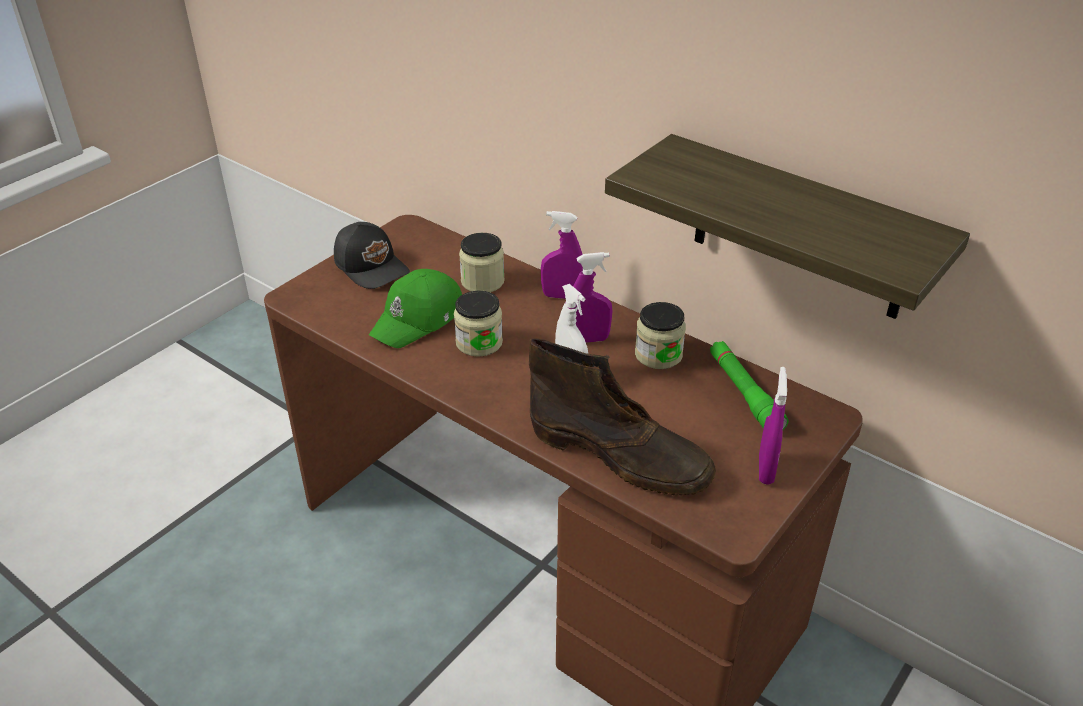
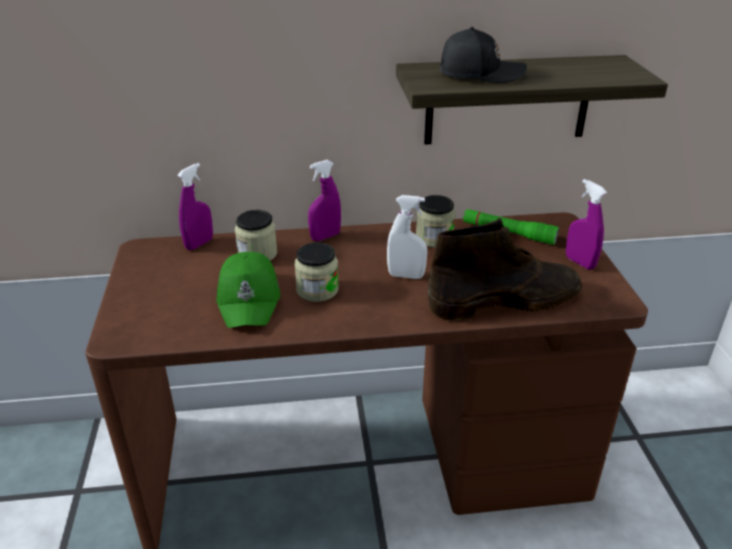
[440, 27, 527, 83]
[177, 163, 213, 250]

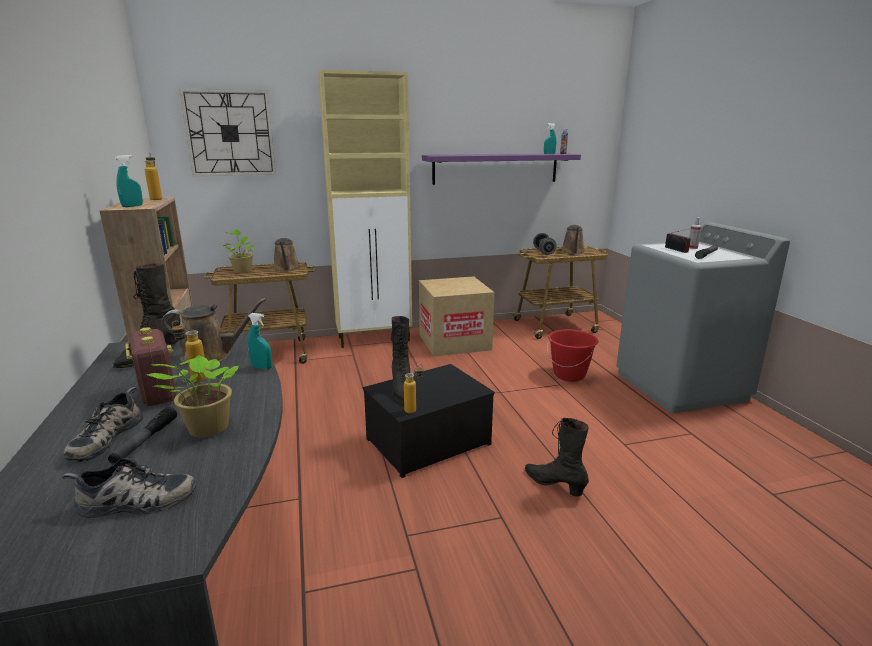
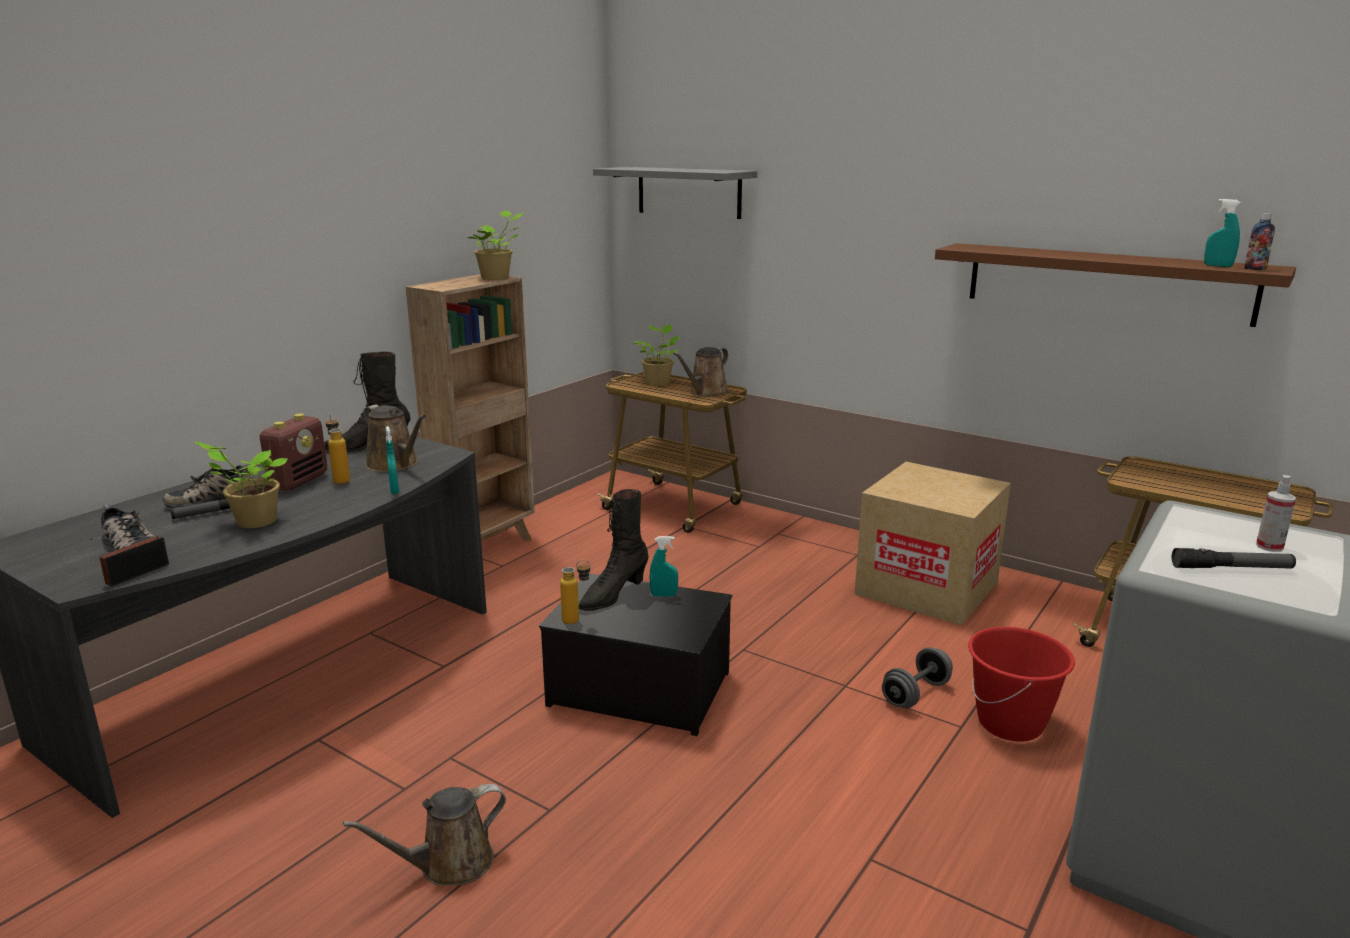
[318, 70, 412, 348] (first image)
[593, 167, 757, 219]
[467, 210, 523, 280]
[935, 243, 1296, 327]
[650, 536, 678, 597]
[343, 784, 506, 886]
[90, 536, 169, 586]
[882, 647, 953, 708]
[525, 418, 589, 497] (first image)

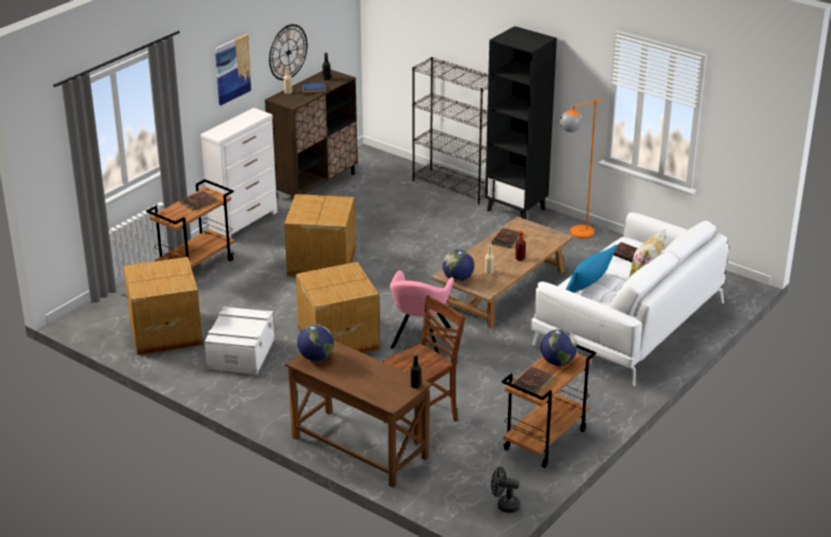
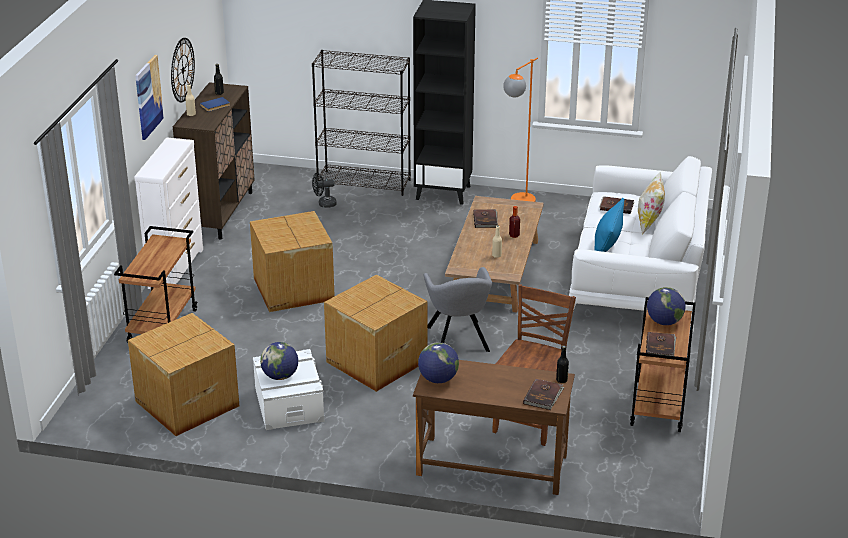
[523, 378, 564, 410]
[260, 342, 298, 380]
[424, 267, 492, 352]
[312, 173, 337, 208]

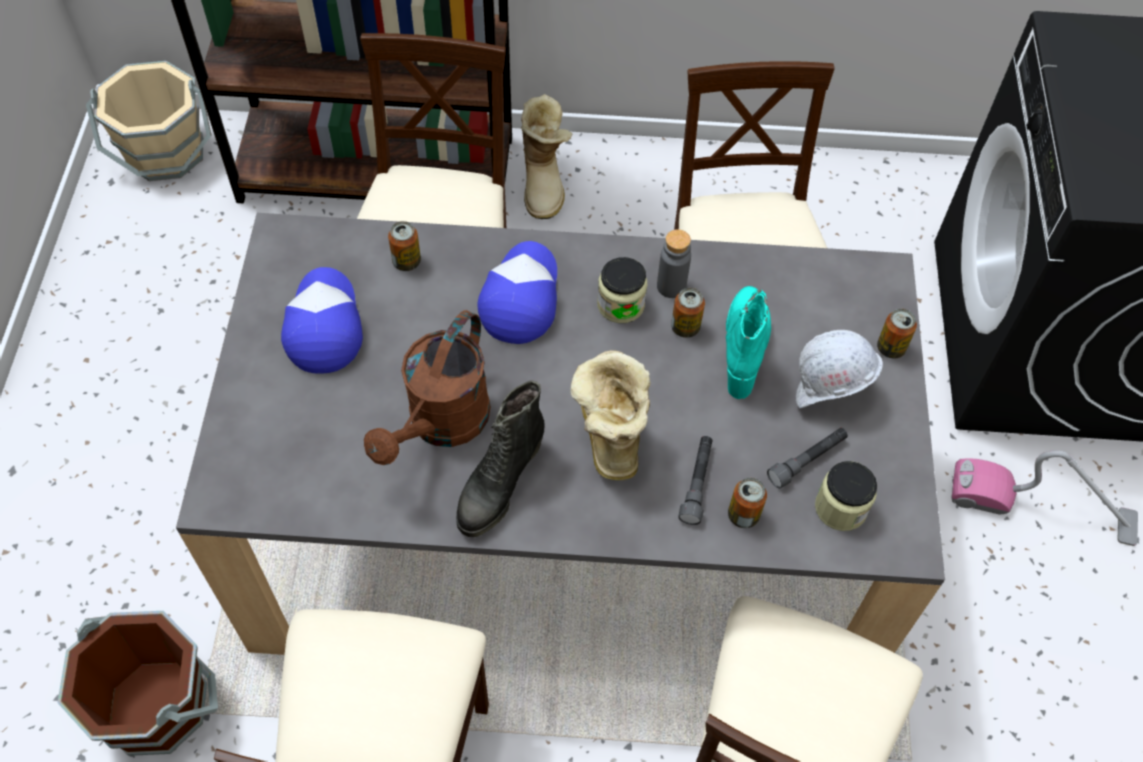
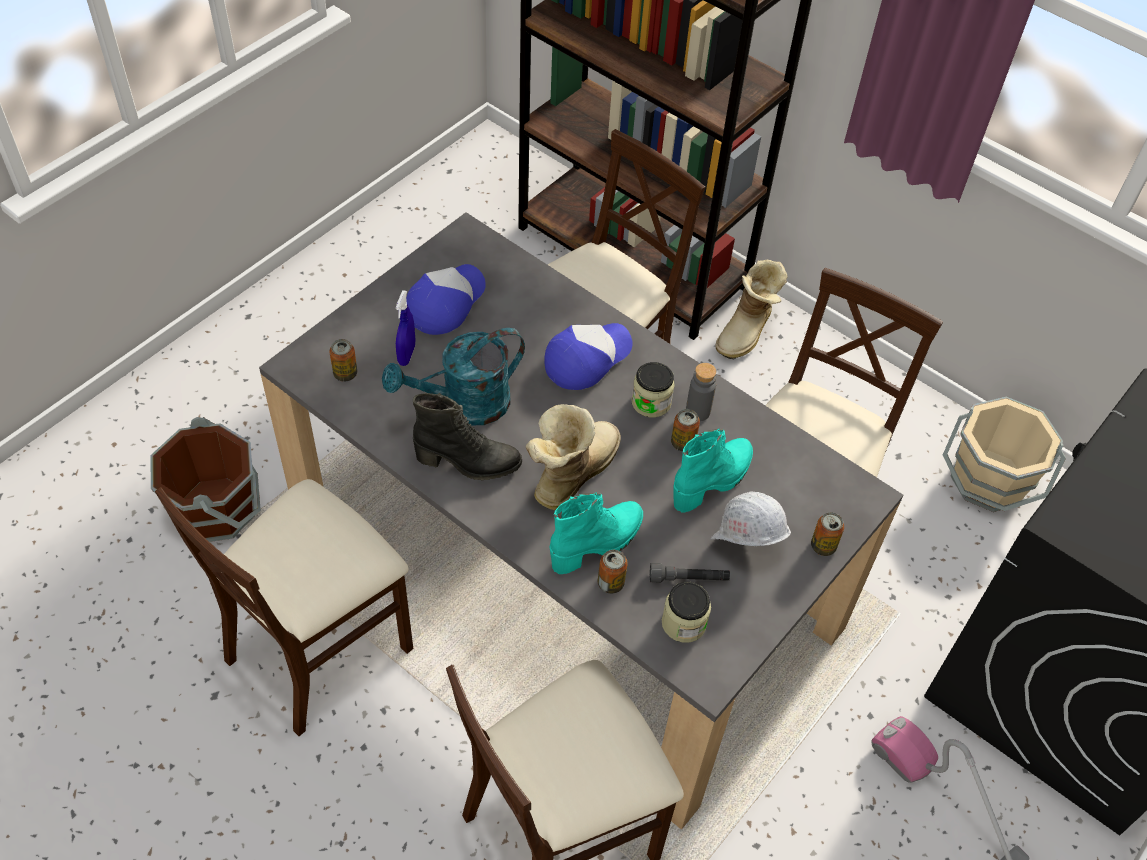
[943, 397, 1066, 512]
[329, 339, 357, 382]
[382, 328, 525, 426]
[413, 393, 522, 481]
[549, 492, 643, 574]
[396, 290, 415, 366]

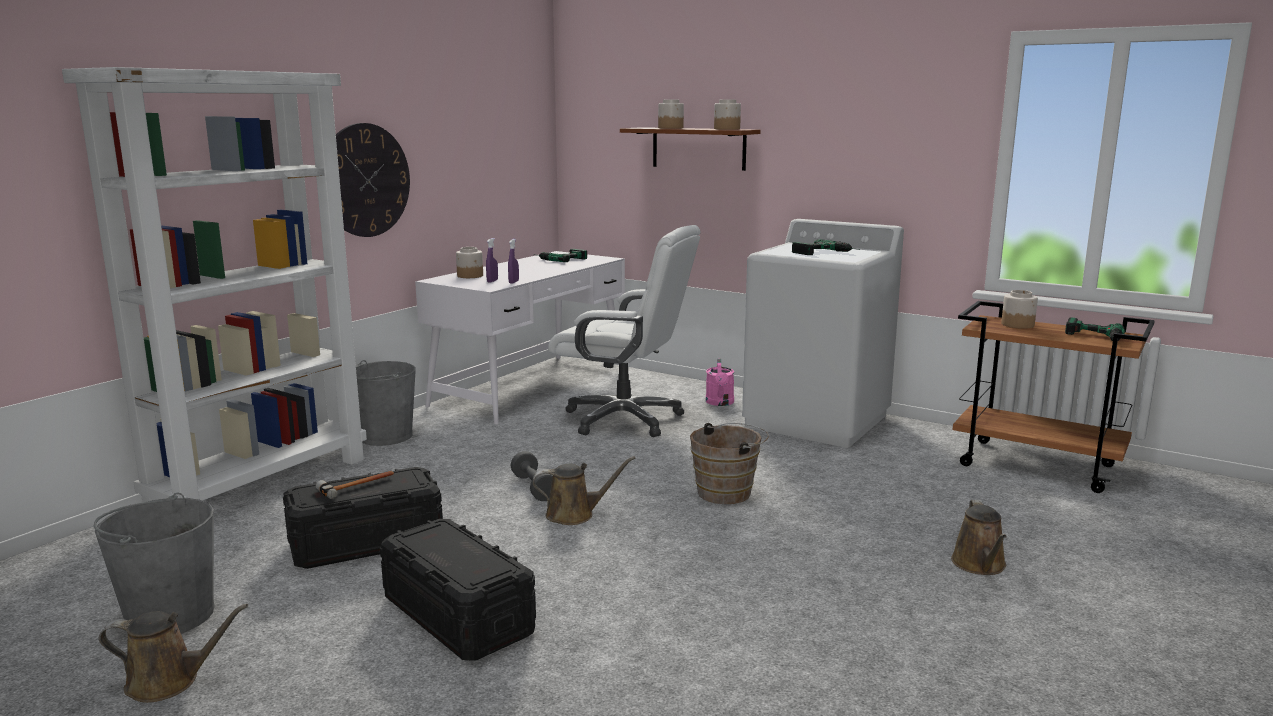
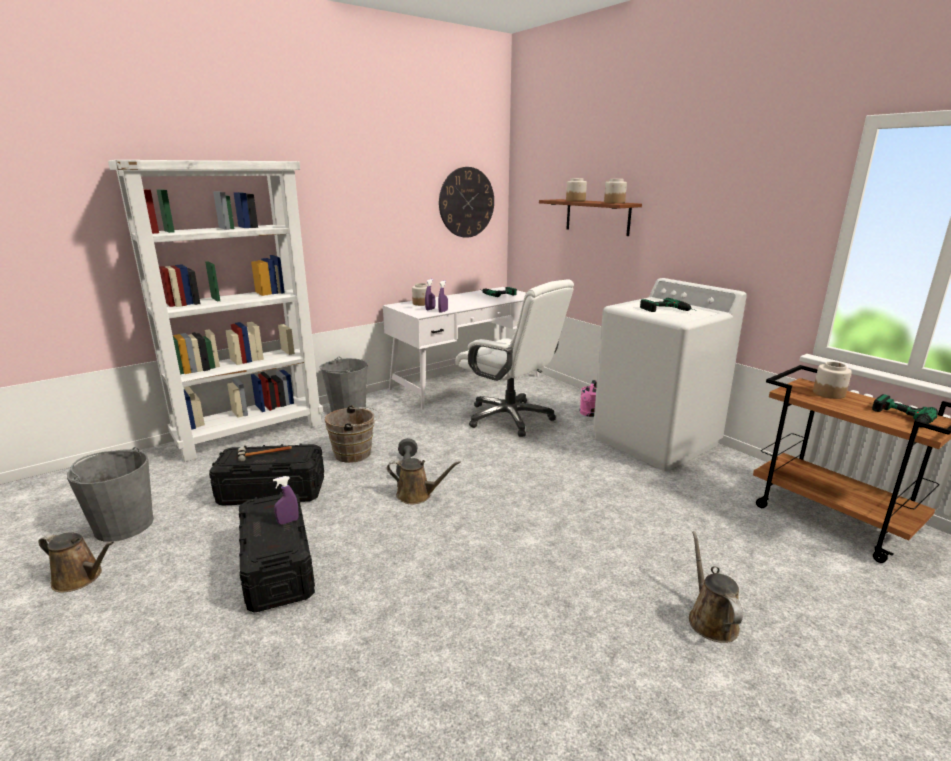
[439, 167, 494, 238]
[325, 405, 380, 463]
[689, 531, 743, 643]
[273, 476, 299, 525]

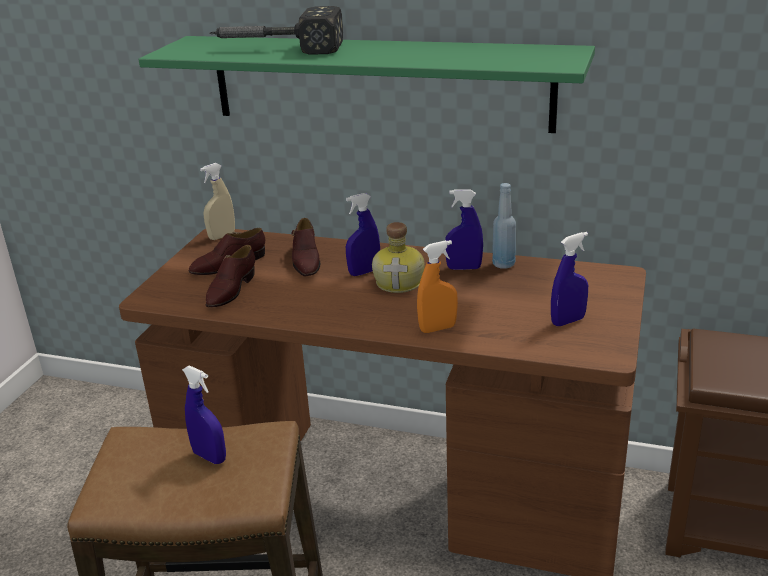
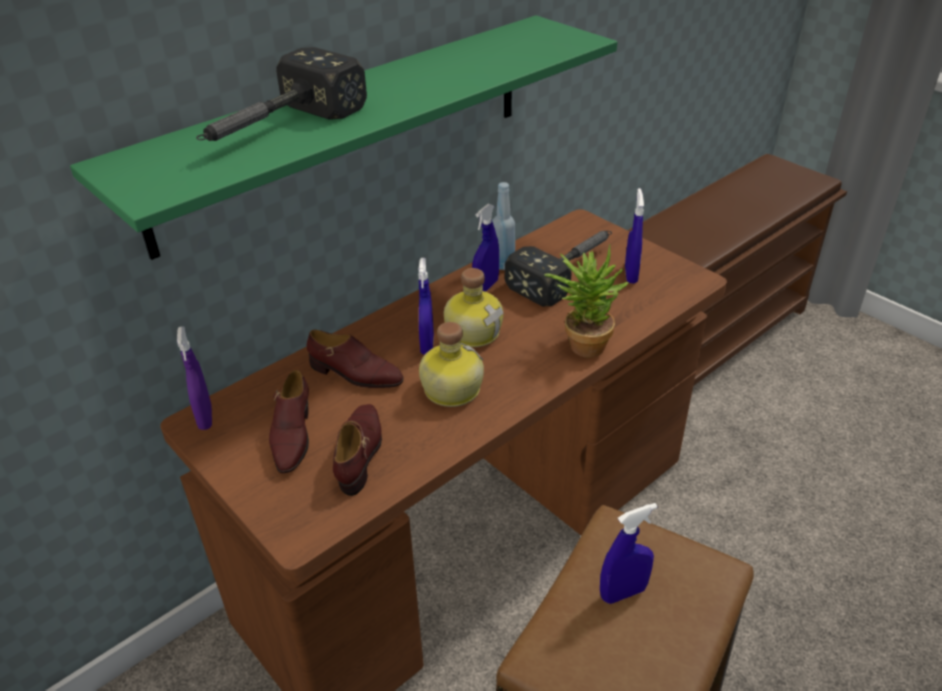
[177, 326, 212, 430]
[544, 245, 629, 358]
[333, 404, 382, 496]
[505, 231, 612, 306]
[419, 322, 484, 407]

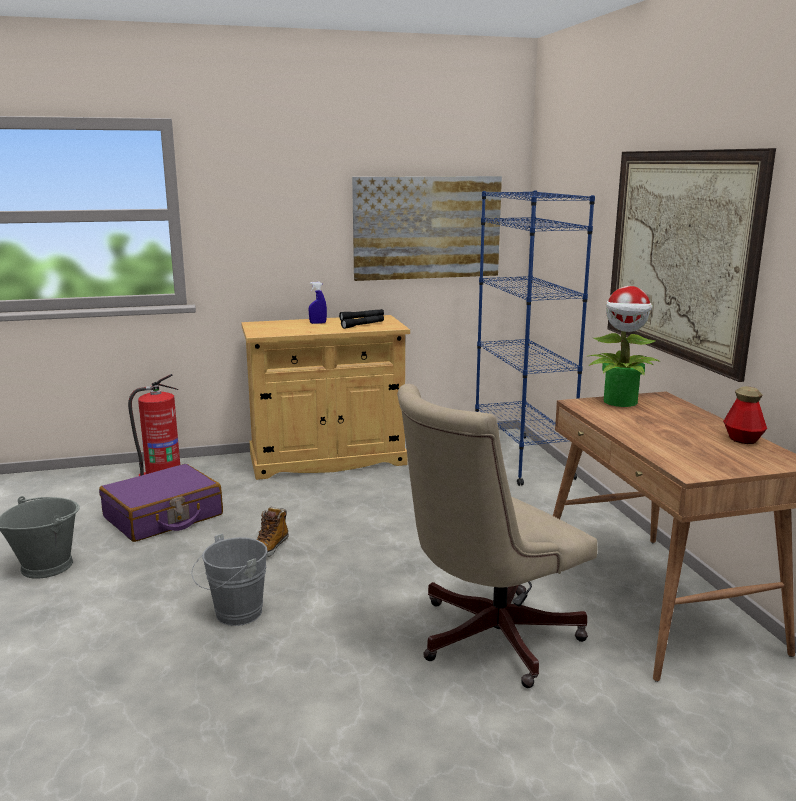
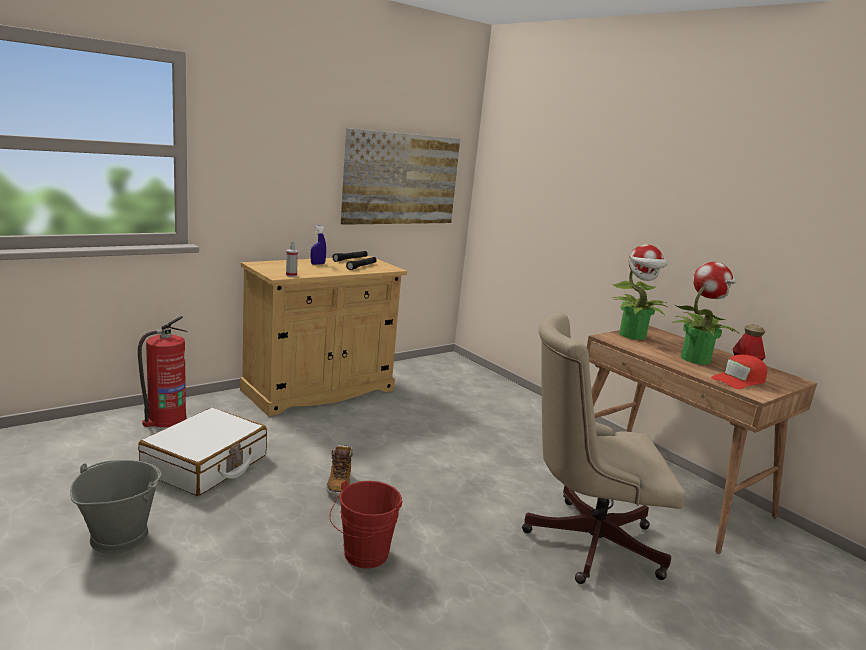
[607, 148, 776, 382] (first image)
[475, 191, 595, 486] (first image)
[522, 313, 686, 584]
[138, 408, 267, 496]
[329, 480, 402, 569]
[286, 241, 298, 277]
[672, 262, 739, 365]
[711, 355, 767, 389]

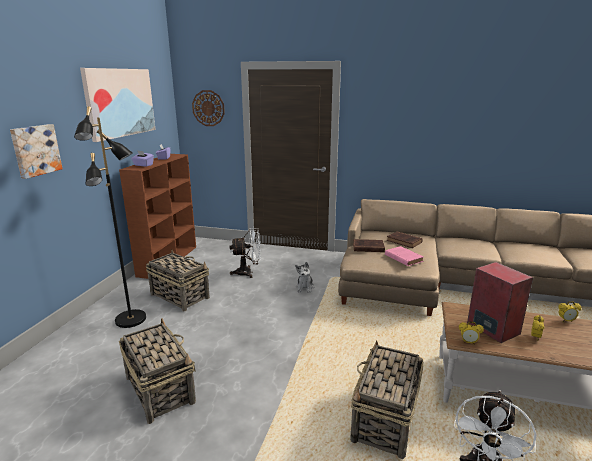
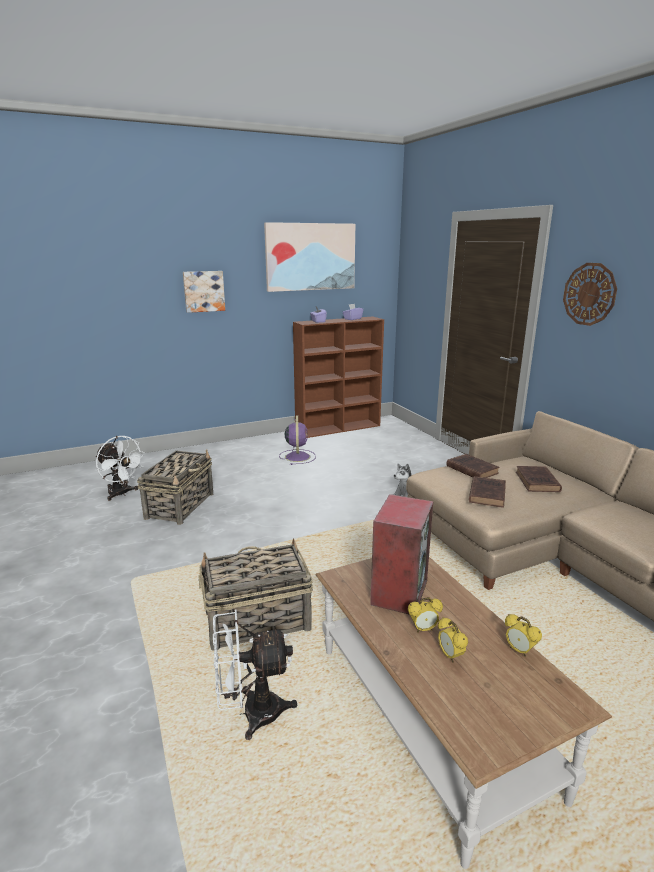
[563, 263, 617, 326]
[74, 106, 146, 328] (first image)
[96, 436, 146, 501]
[469, 476, 506, 508]
[279, 415, 316, 465]
[438, 617, 468, 662]

